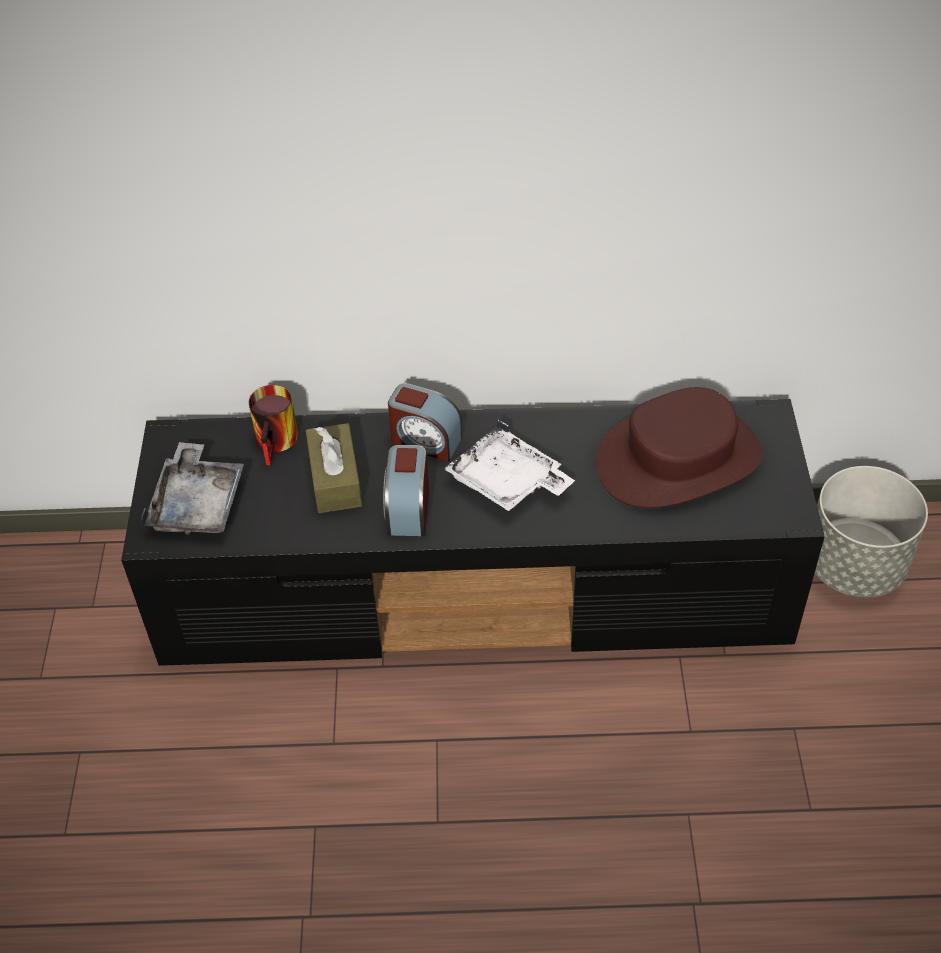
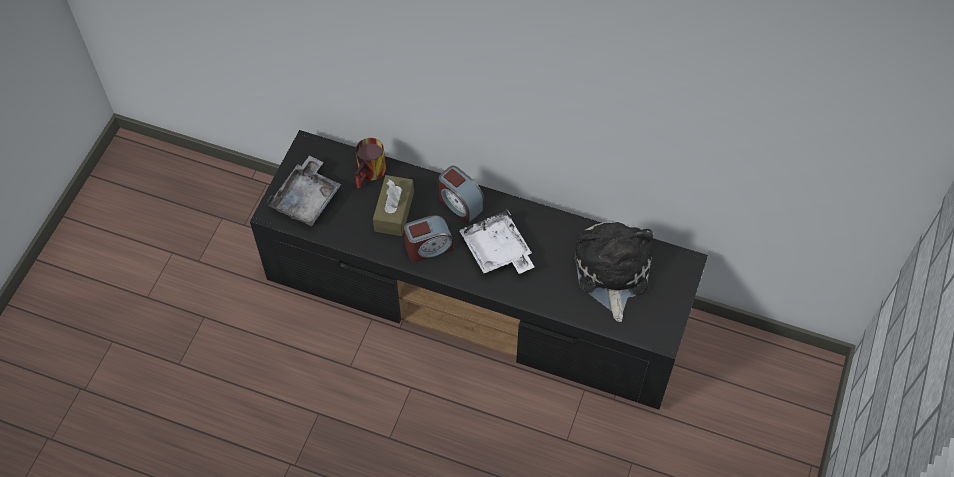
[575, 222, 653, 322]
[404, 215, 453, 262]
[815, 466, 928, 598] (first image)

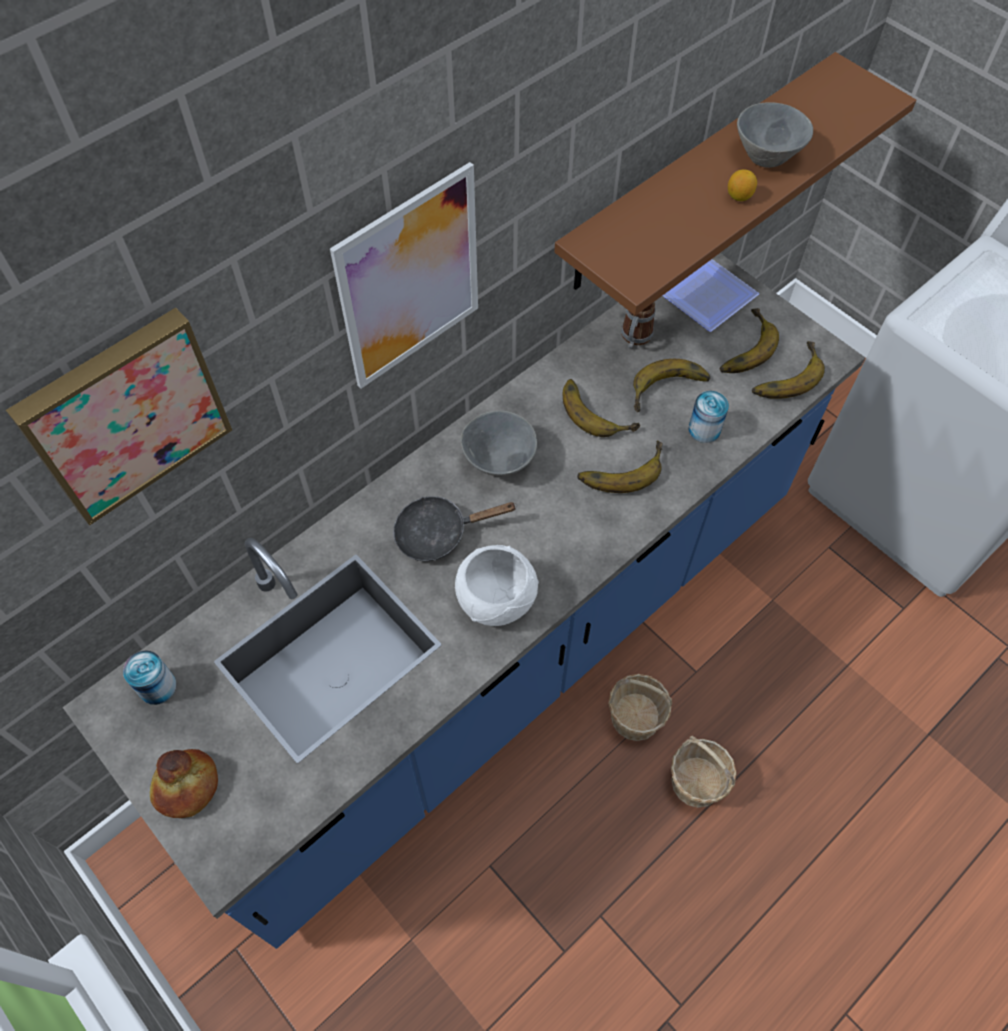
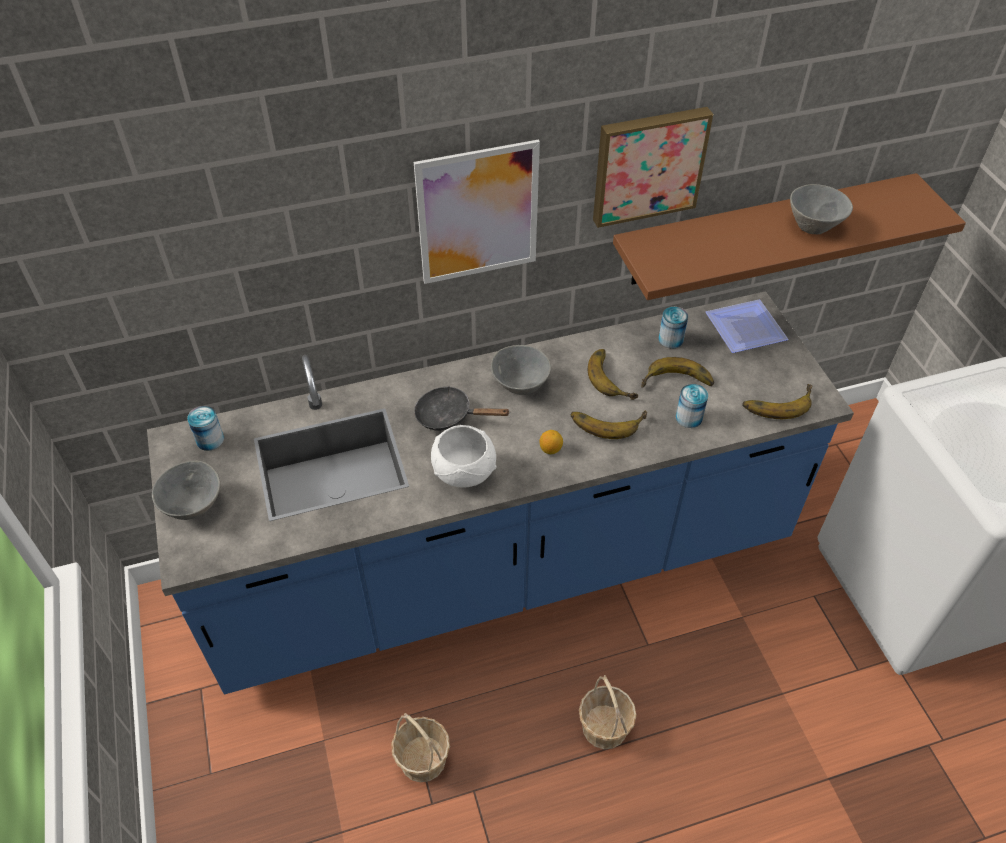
[540, 430, 563, 454]
[658, 307, 688, 349]
[593, 107, 713, 228]
[720, 308, 779, 373] (first image)
[391, 713, 450, 782]
[152, 461, 220, 520]

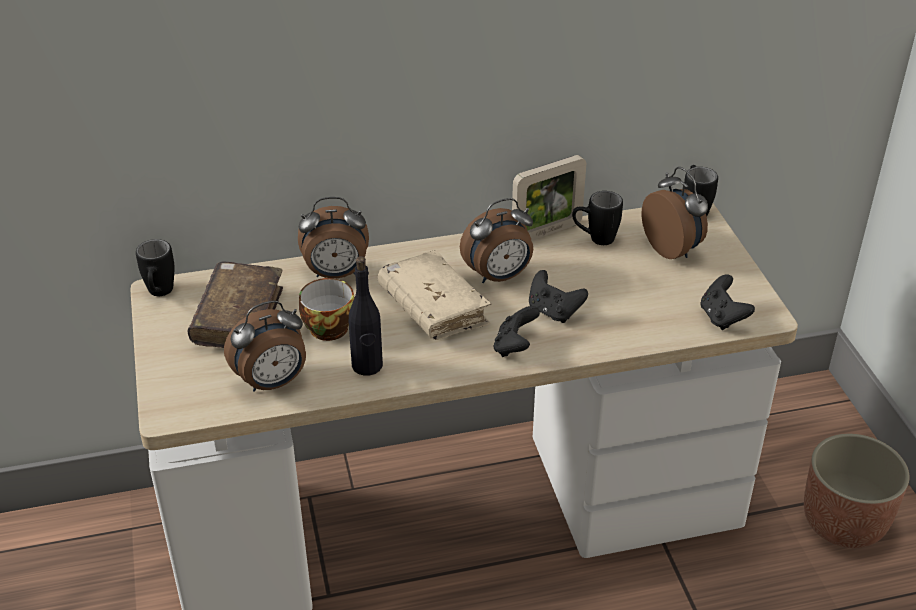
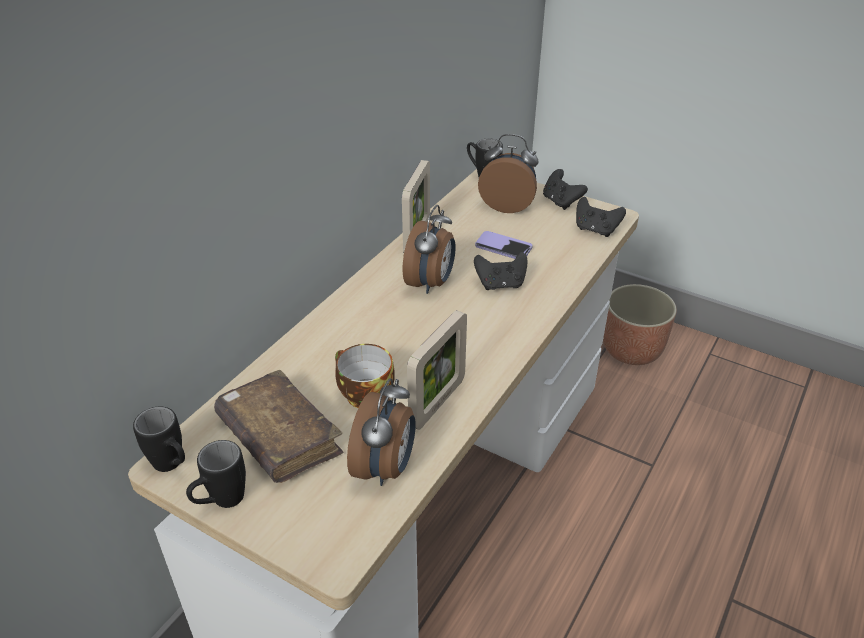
[186, 440, 246, 508]
[298, 197, 369, 279] (first image)
[378, 250, 491, 340] (first image)
[407, 310, 467, 430]
[543, 169, 588, 210]
[475, 231, 532, 259]

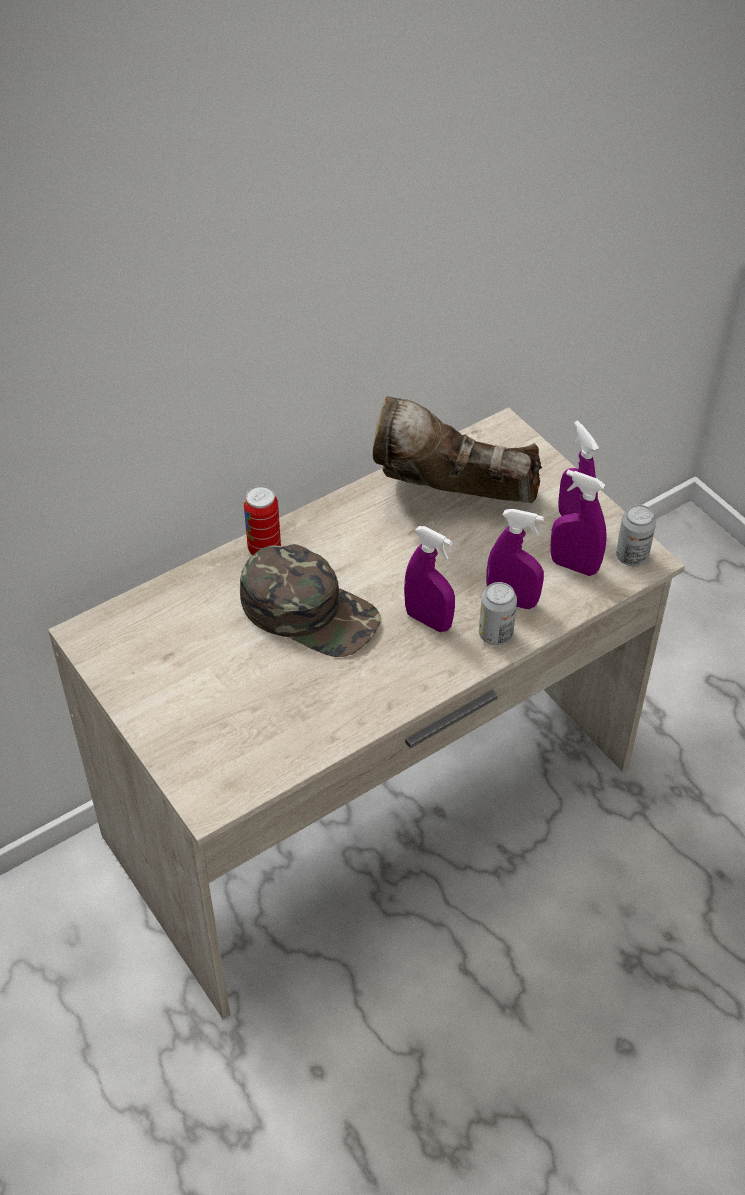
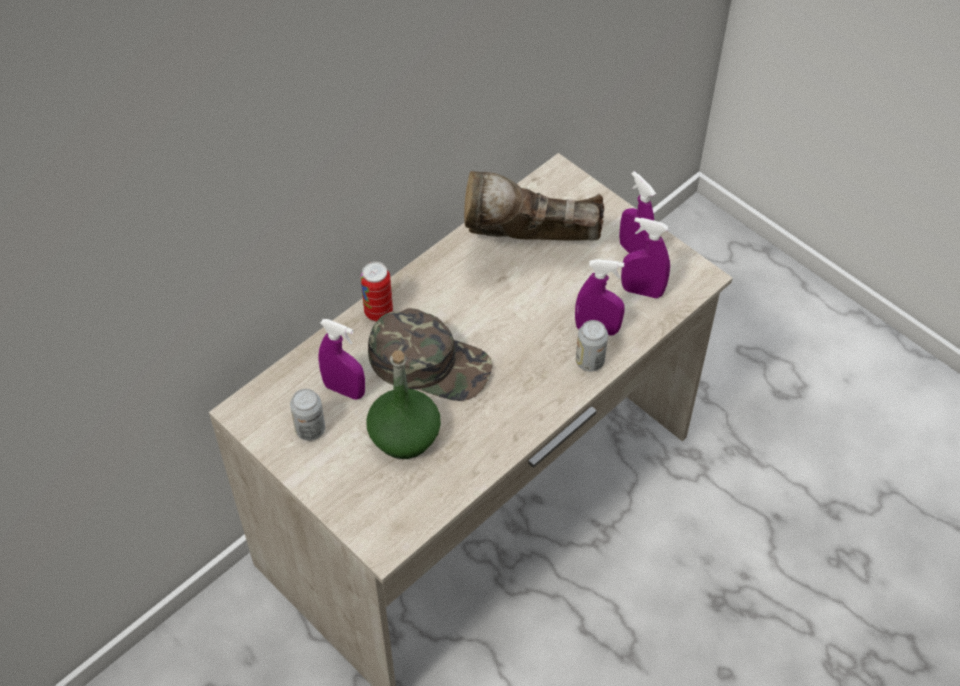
[290, 389, 325, 441]
[318, 319, 365, 400]
[366, 350, 441, 459]

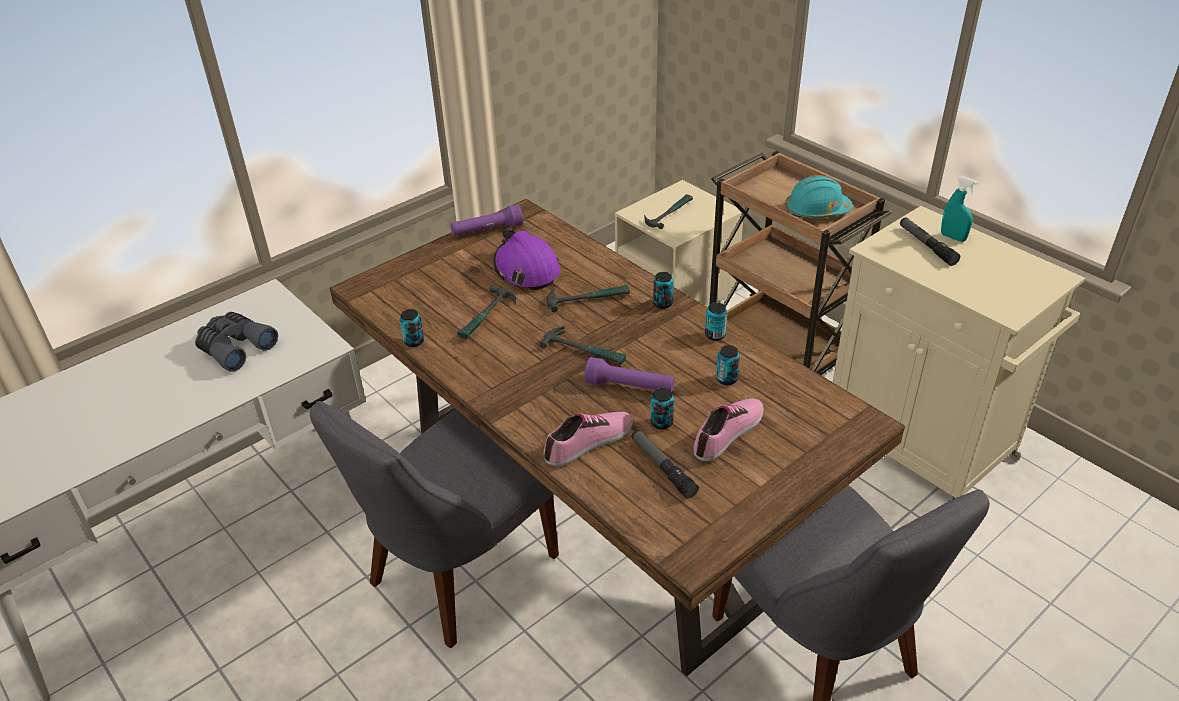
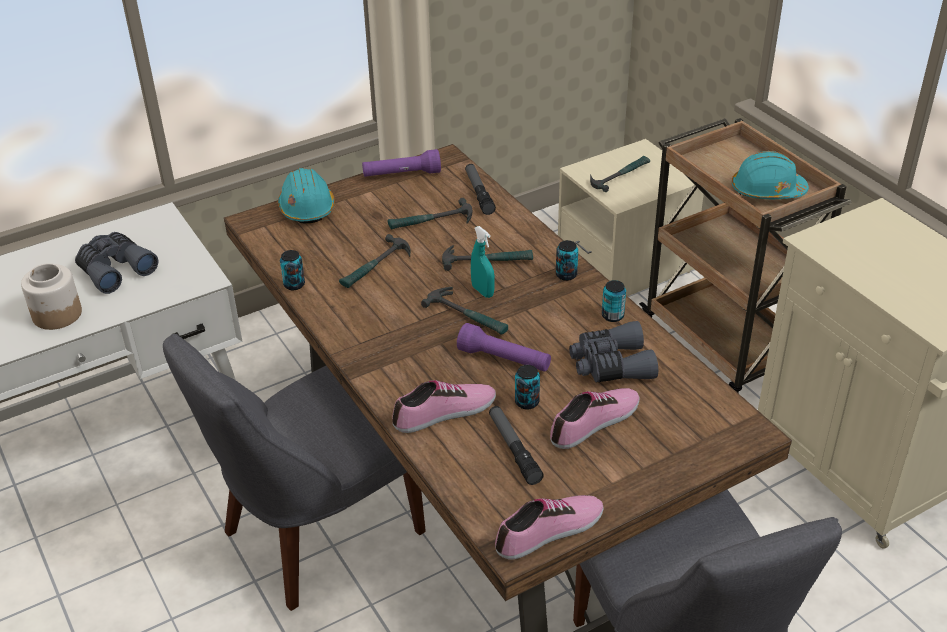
[471, 226, 495, 298]
[465, 164, 496, 215]
[388, 198, 472, 229]
[569, 321, 658, 383]
[278, 168, 335, 224]
[21, 263, 82, 330]
[495, 495, 604, 560]

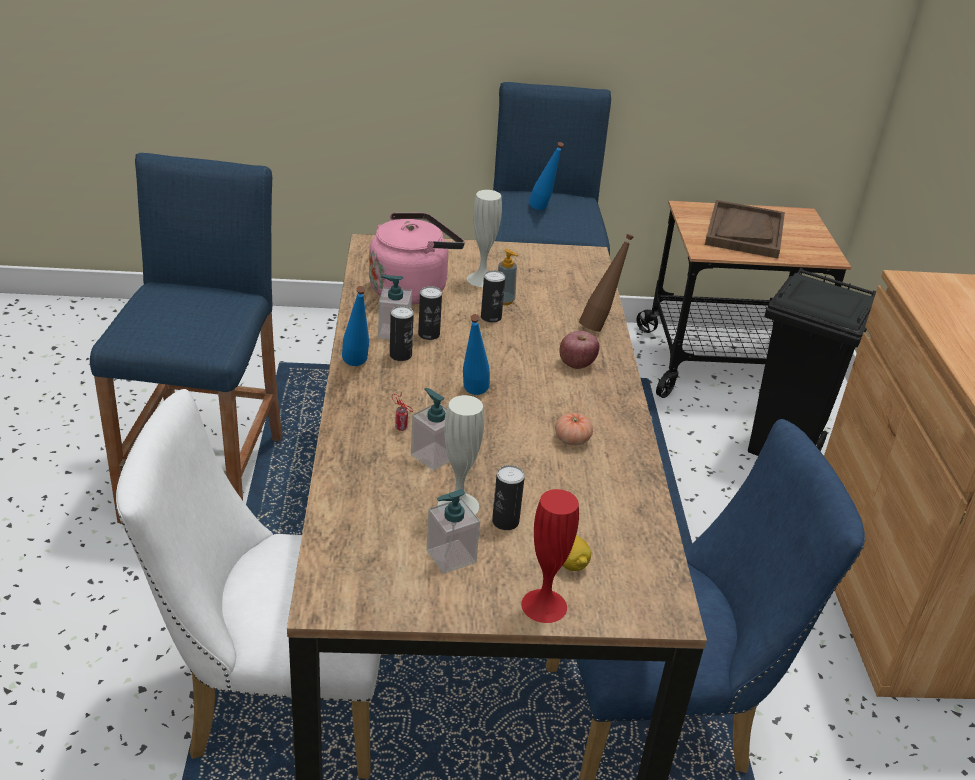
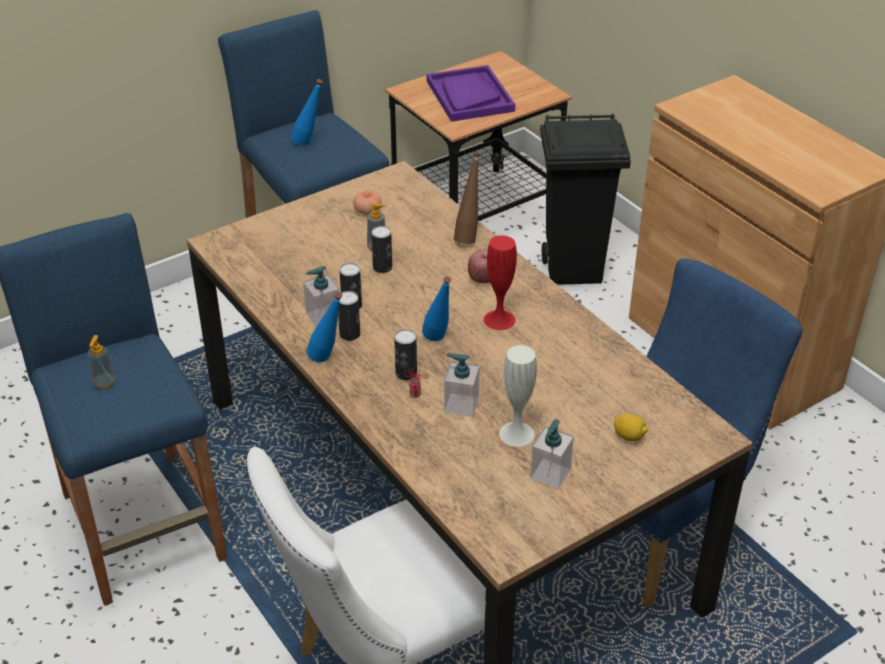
[467, 190, 502, 287] (first image)
[427, 65, 515, 122]
[369, 213, 465, 305] (first image)
[353, 190, 382, 214]
[394, 329, 417, 380]
[484, 235, 517, 330]
[88, 335, 116, 389]

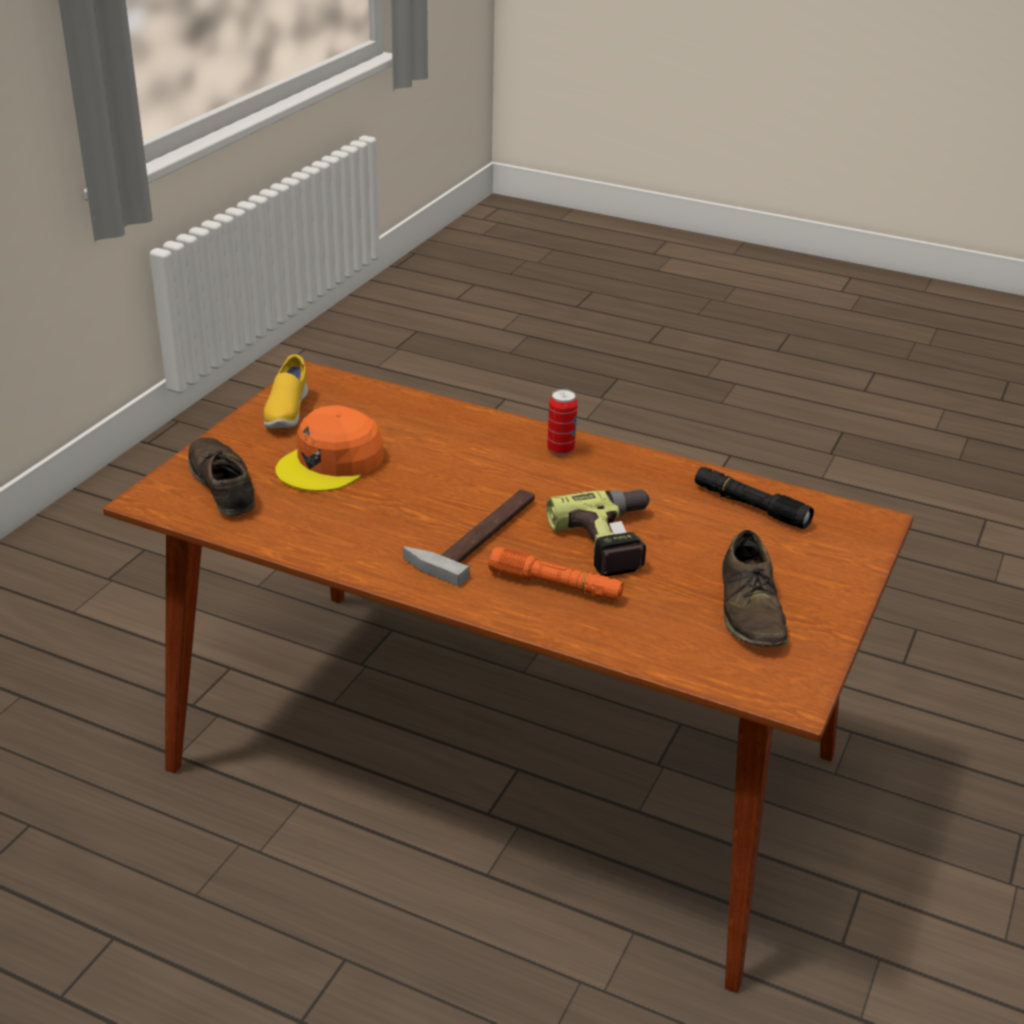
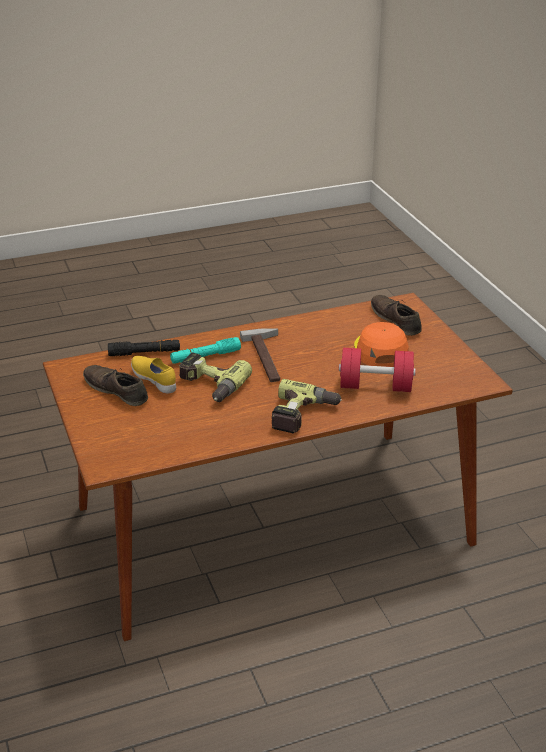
[131, 356, 176, 393]
[272, 379, 342, 433]
[371, 295, 422, 336]
[108, 340, 180, 356]
[170, 337, 241, 363]
[339, 348, 416, 392]

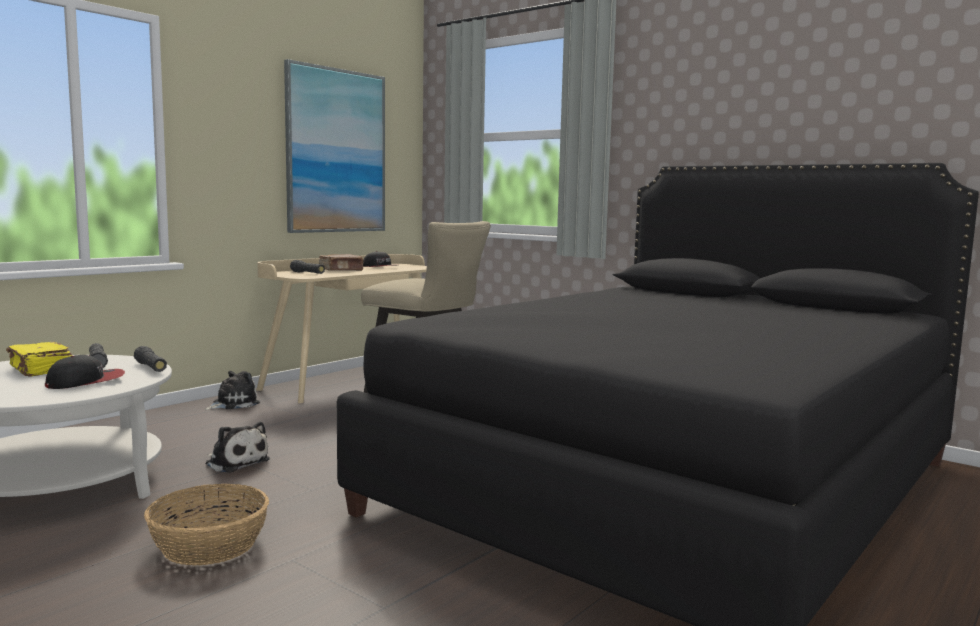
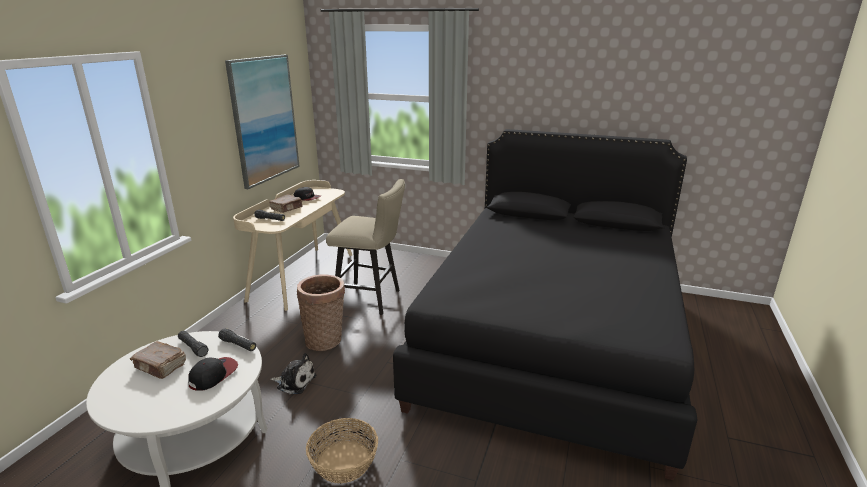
[130, 341, 186, 379]
[204, 371, 260, 410] (first image)
[297, 274, 345, 351]

